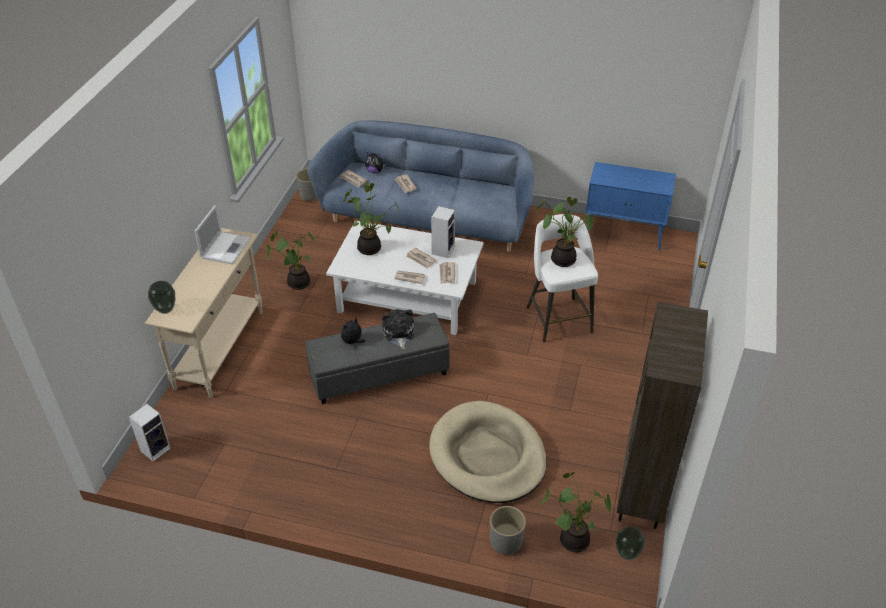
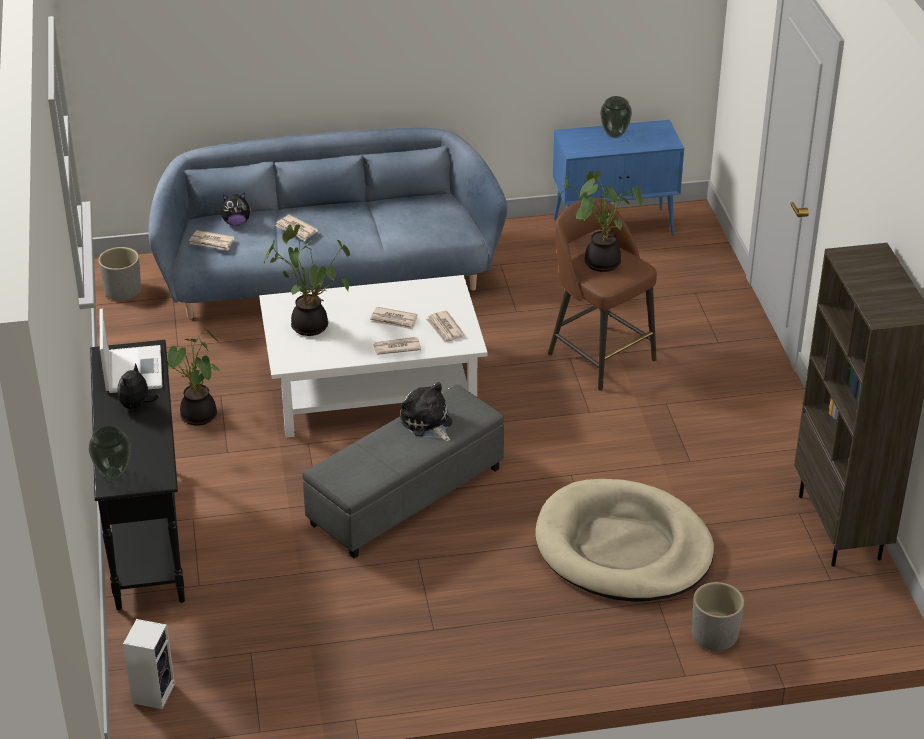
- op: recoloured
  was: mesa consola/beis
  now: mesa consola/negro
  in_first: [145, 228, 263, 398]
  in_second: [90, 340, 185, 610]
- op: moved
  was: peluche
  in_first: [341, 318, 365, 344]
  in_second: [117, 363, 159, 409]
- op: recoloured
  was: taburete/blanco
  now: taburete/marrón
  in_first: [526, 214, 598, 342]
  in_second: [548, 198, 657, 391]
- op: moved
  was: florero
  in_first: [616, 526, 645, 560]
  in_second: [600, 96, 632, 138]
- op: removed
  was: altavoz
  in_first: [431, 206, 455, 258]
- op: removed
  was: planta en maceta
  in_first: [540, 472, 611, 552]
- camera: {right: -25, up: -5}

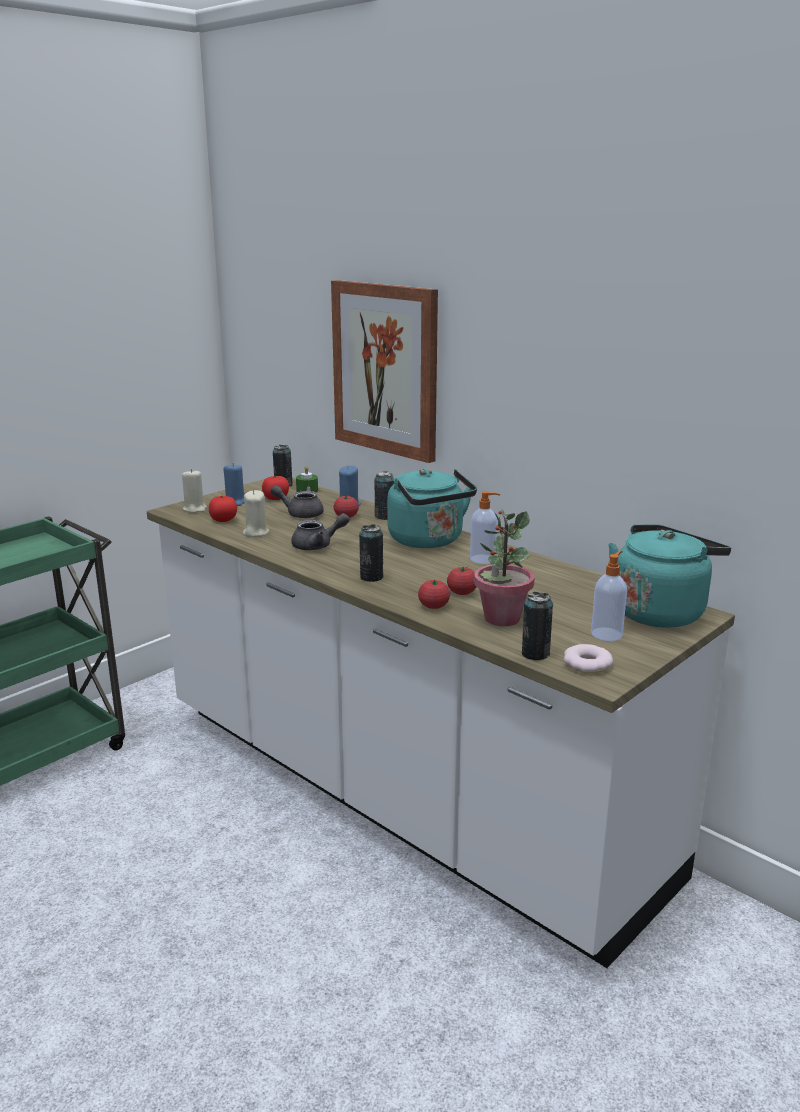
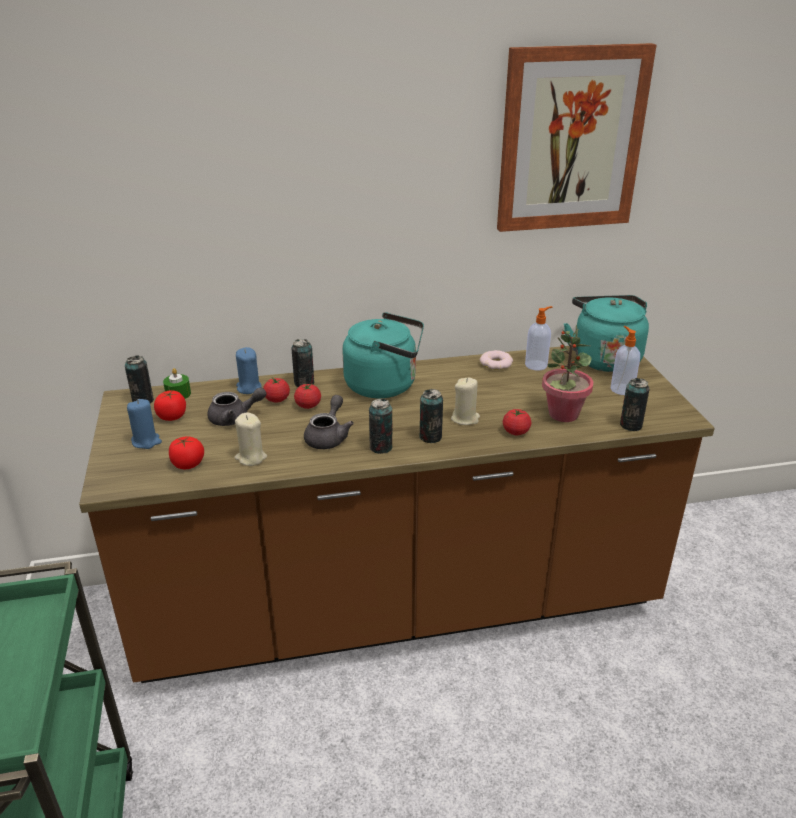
- op: recoloured
  was: mueble bajo de cocina/blanco
  now: mueble bajo de cocina/marrón
  in_first: [147, 478, 735, 968]
  in_second: [79, 346, 715, 683]
- op: turned
  was: tetera/gris
  in_first: [270, 485, 324, 518]
  in_second: [207, 387, 267, 426]
  clockwise: -150
- op: moved
  was: tomate
  in_first: [447, 567, 476, 595]
  in_second: [294, 383, 321, 409]
- op: added
  now: lata
  in_second: [369, 399, 392, 454]
- op: moved
  was: vela/beis
  in_first: [182, 469, 207, 513]
  in_second: [451, 378, 480, 425]
- op: moved
  was: rosquilla
  in_first: [564, 644, 613, 673]
  in_second: [480, 350, 513, 370]
- op: moved
  was: cuadro
  in_first: [331, 280, 438, 463]
  in_second: [497, 43, 656, 232]
- op: moved
  was: dispensador de jabón
  in_first: [470, 491, 500, 564]
  in_second: [525, 306, 552, 370]
- camera: {right: -55, up: 10}

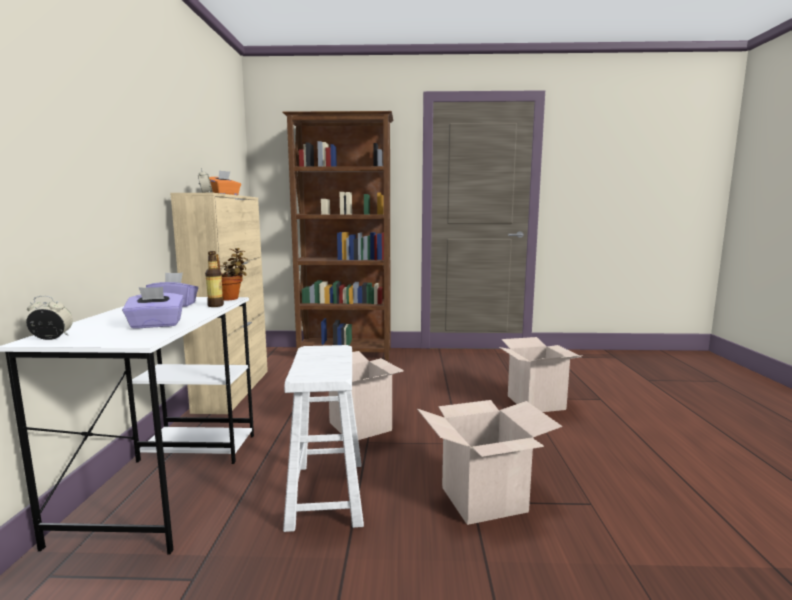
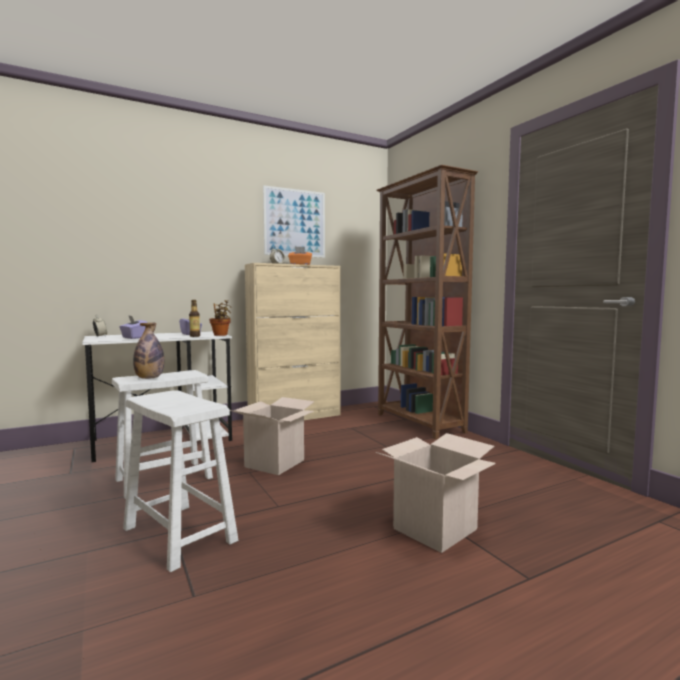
- op: replaced
  was: caja de cartón
  now: taburete/blanco
  in_first: [417, 400, 562, 525]
  in_second: [123, 390, 238, 572]
- op: added
  now: botella
  in_second: [133, 323, 164, 379]
- op: added
  now: cuadro
  in_second: [263, 185, 325, 258]
- camera: {right: 60, up: -5}

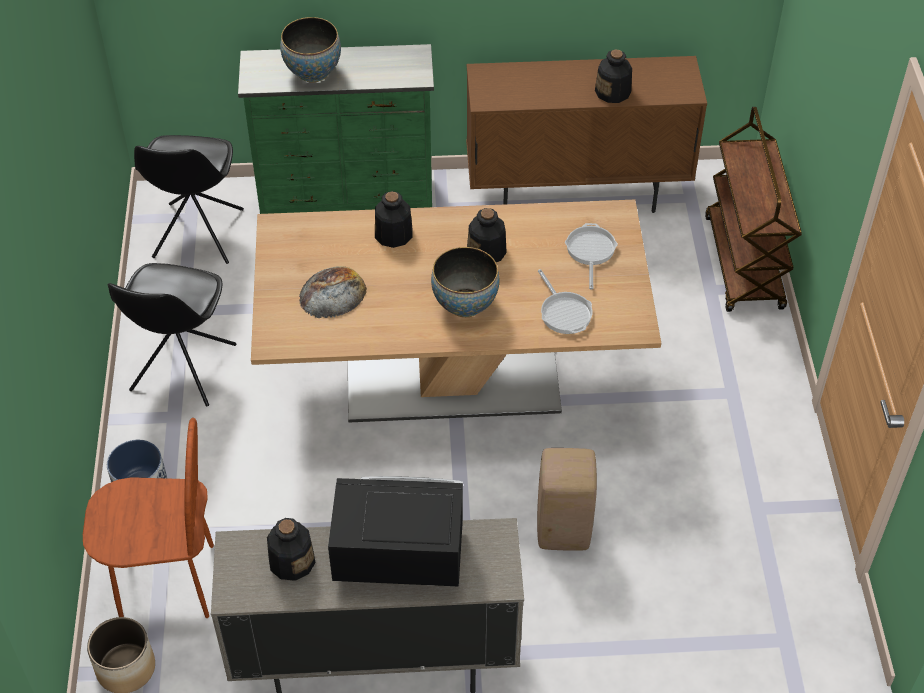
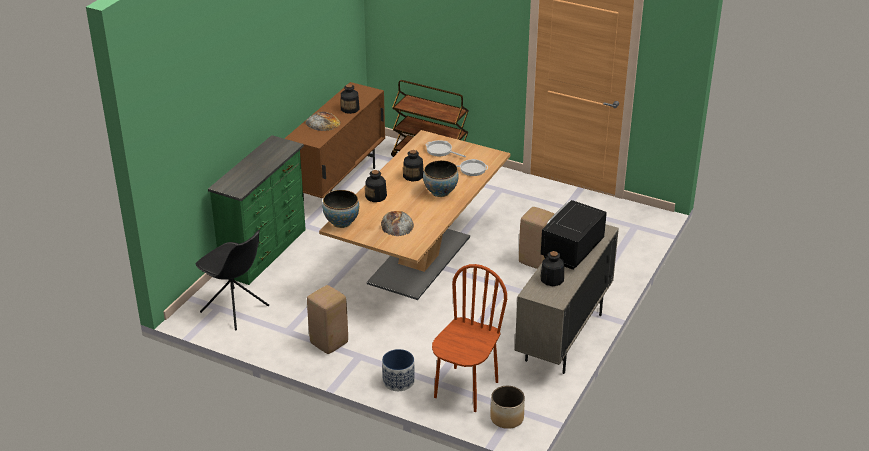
- op: added
  now: pan
  in_second: [306, 112, 341, 131]
- op: replaced
  was: silla/negro
  now: taburete/beis
  in_first: [107, 263, 236, 407]
  in_second: [307, 285, 348, 354]
- op: moved
  was: cuenco
  in_first: [280, 17, 341, 82]
  in_second: [322, 190, 359, 228]
- camera: {right: -60, up: -15}

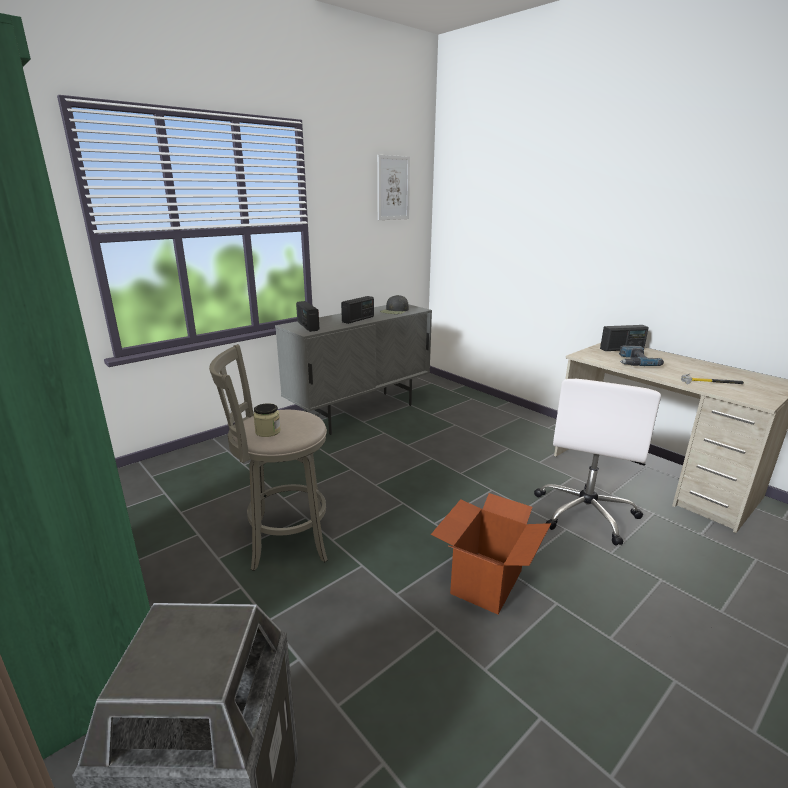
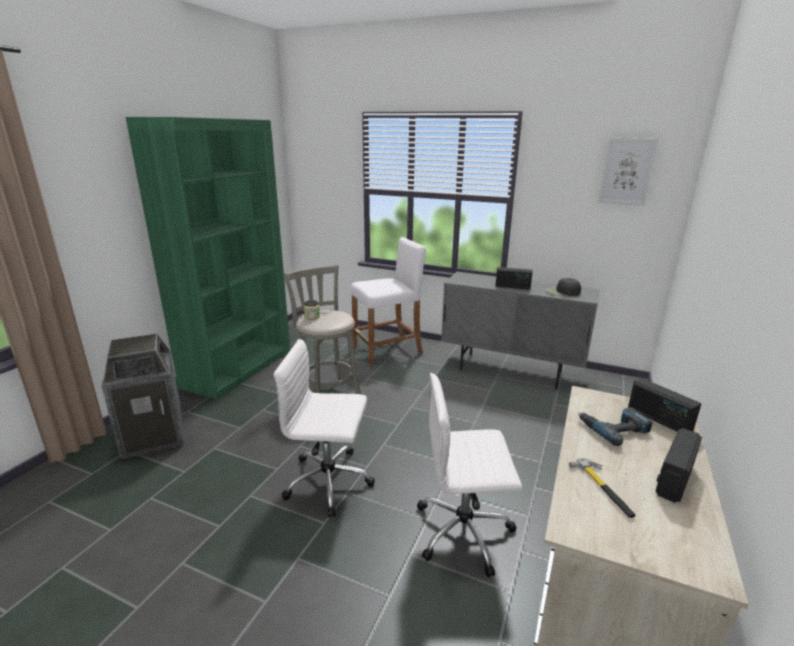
- op: replaced
  was: caja de cartón
  now: silla de oficina/blanco
  in_first: [431, 493, 551, 614]
  in_second: [274, 339, 375, 518]
- op: added
  now: taburete/blanco
  in_second: [351, 237, 426, 366]
- op: moved
  was: radio
  in_first: [296, 301, 319, 332]
  in_second: [656, 428, 702, 503]
- camera: {right: 65, up: 0}

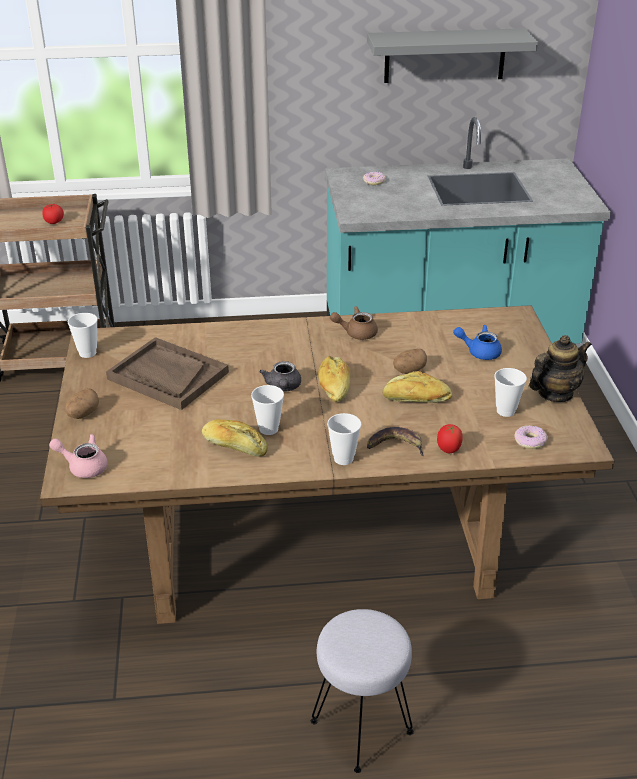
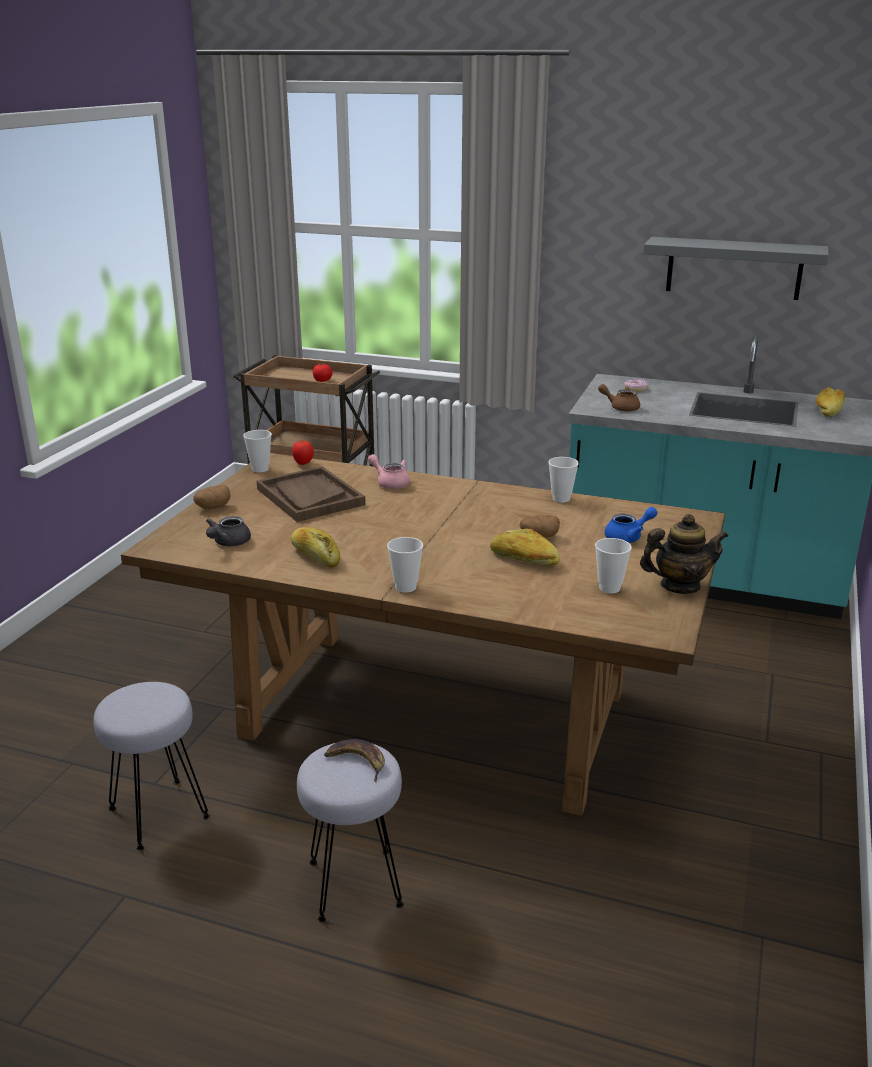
- op: added
  now: taburete/gris
  in_second: [93, 682, 210, 850]
- op: moved
  was: tetera/gris
  in_first: [259, 361, 301, 392]
  in_second: [206, 516, 251, 546]
- op: moved
  was: tomate
  in_first: [437, 424, 463, 453]
  in_second: [292, 440, 314, 465]
- op: moved
  was: plátano
  in_first: [367, 427, 424, 456]
  in_second: [324, 739, 385, 782]
- op: moved
  was: tetera/rosa
  in_first: [49, 434, 108, 478]
  in_second: [368, 454, 410, 489]
- op: moved
  was: taza
  in_first: [251, 385, 284, 435]
  in_second: [548, 457, 579, 503]
- op: moved
  was: tetera/marrón
  in_first: [330, 306, 378, 340]
  in_second: [598, 384, 640, 412]
- op: turned
  was: tetera/azul
  in_first: [453, 325, 502, 360]
  in_second: [605, 507, 657, 543]
  clockwise: 120
- op: moved
  was: pan
  in_first: [318, 356, 350, 402]
  in_second: [816, 387, 845, 417]
- op: removed
  was: rosquilla
  in_first: [514, 425, 548, 449]
- camera: {right: 25, up: -10}

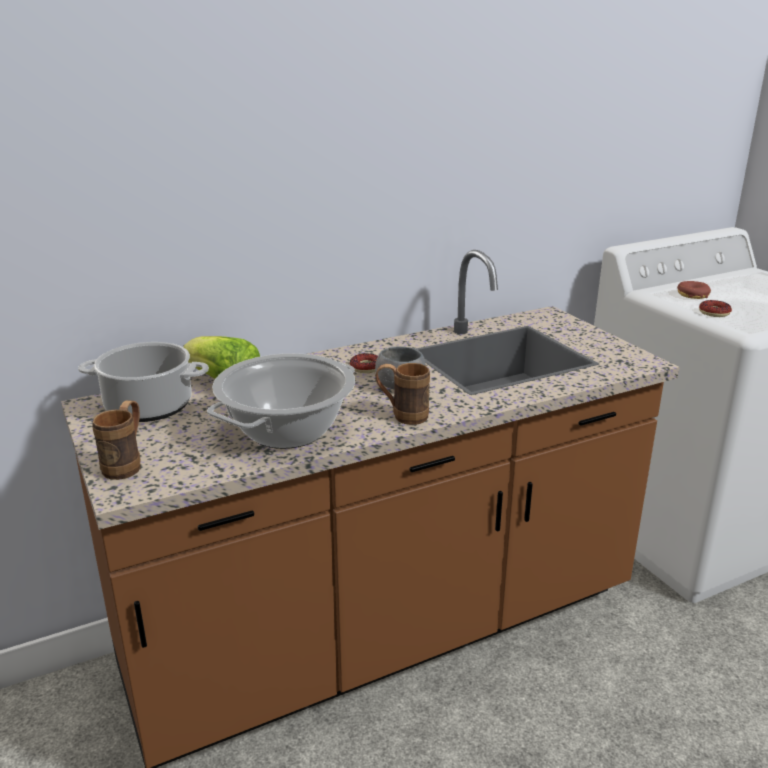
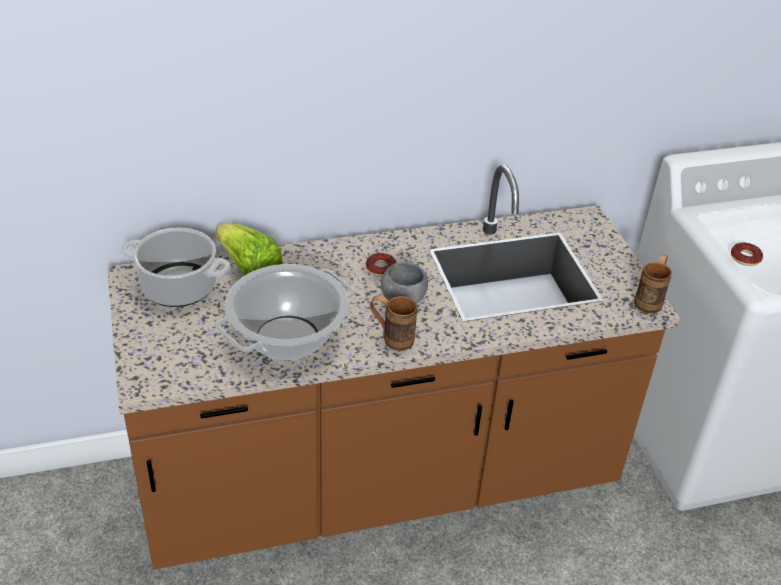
- op: moved
  was: taza grande/marrón
  in_first: [92, 400, 141, 480]
  in_second: [634, 254, 672, 313]
- op: removed
  was: rosquilla
  in_first: [677, 281, 711, 299]
- camera: {right: 10, up: 15}

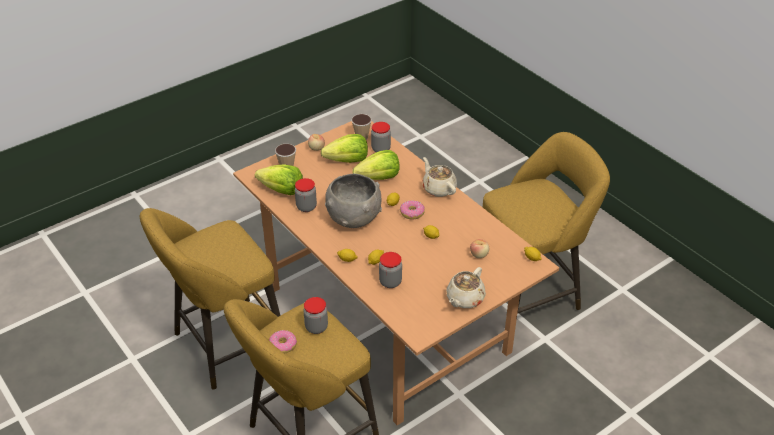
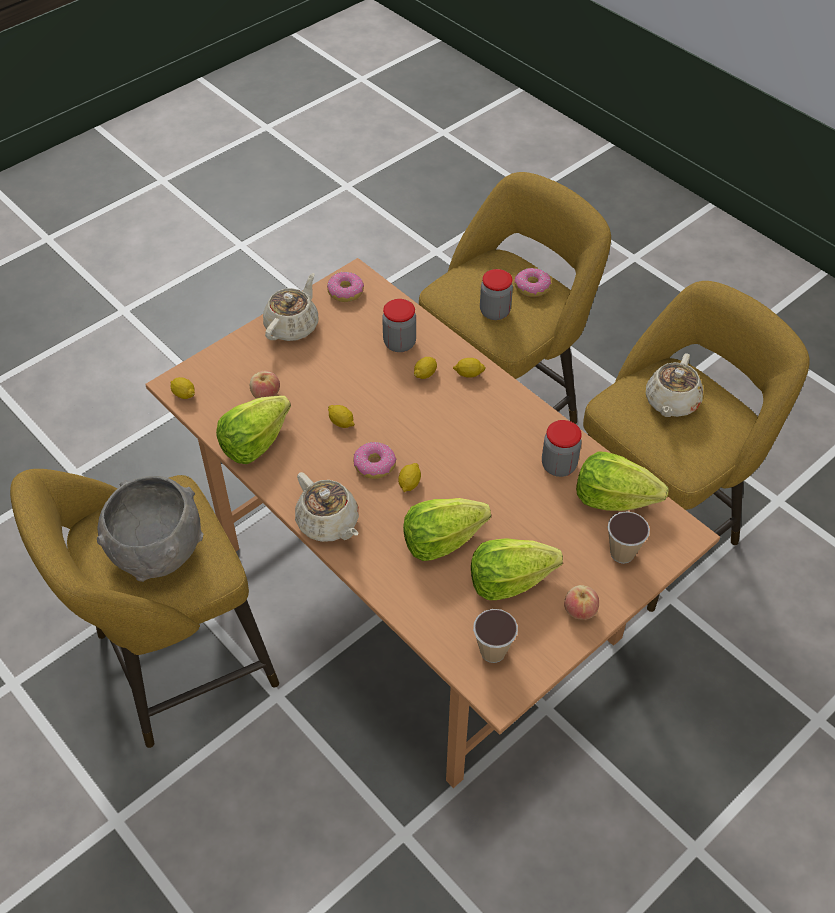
- op: moved
  was: cuenco/gris
  in_first: [325, 174, 382, 228]
  in_second: [97, 476, 203, 582]
- op: added
  now: lechuga
  in_second: [216, 396, 291, 464]
- op: added
  now: rosquilla
  in_second: [327, 272, 364, 302]
- op: added
  now: tetera/beis
  in_second: [646, 354, 703, 417]
- op: removed
  was: tarro
  in_first: [371, 122, 391, 152]
- camera: {right: 175, up: 10}

